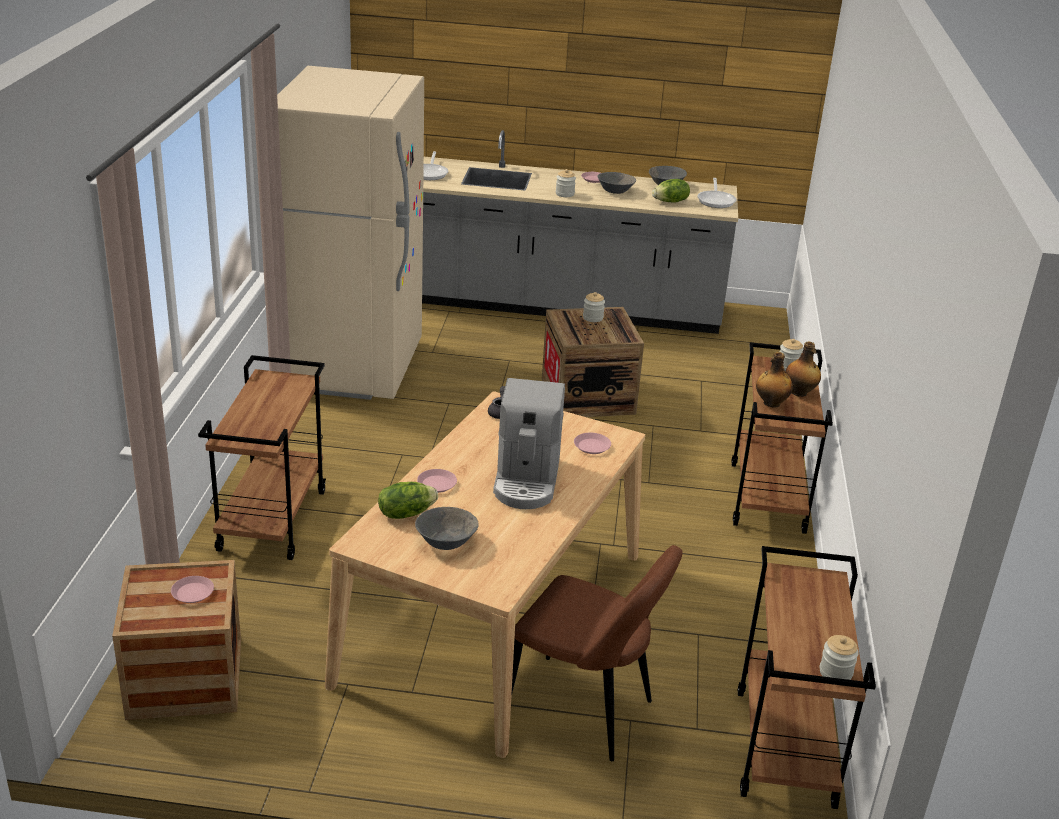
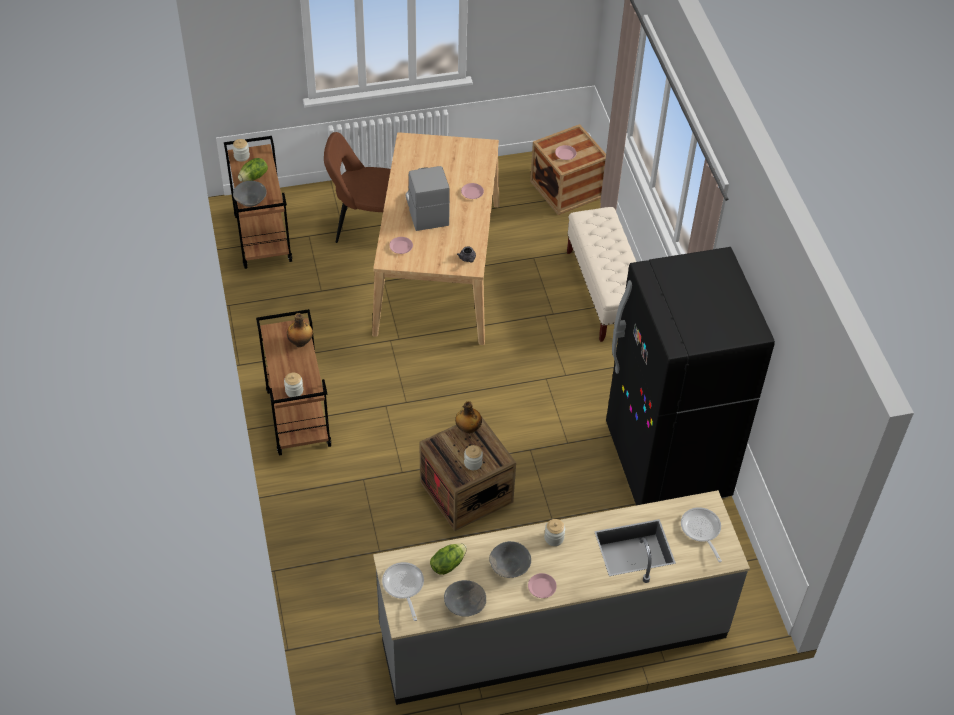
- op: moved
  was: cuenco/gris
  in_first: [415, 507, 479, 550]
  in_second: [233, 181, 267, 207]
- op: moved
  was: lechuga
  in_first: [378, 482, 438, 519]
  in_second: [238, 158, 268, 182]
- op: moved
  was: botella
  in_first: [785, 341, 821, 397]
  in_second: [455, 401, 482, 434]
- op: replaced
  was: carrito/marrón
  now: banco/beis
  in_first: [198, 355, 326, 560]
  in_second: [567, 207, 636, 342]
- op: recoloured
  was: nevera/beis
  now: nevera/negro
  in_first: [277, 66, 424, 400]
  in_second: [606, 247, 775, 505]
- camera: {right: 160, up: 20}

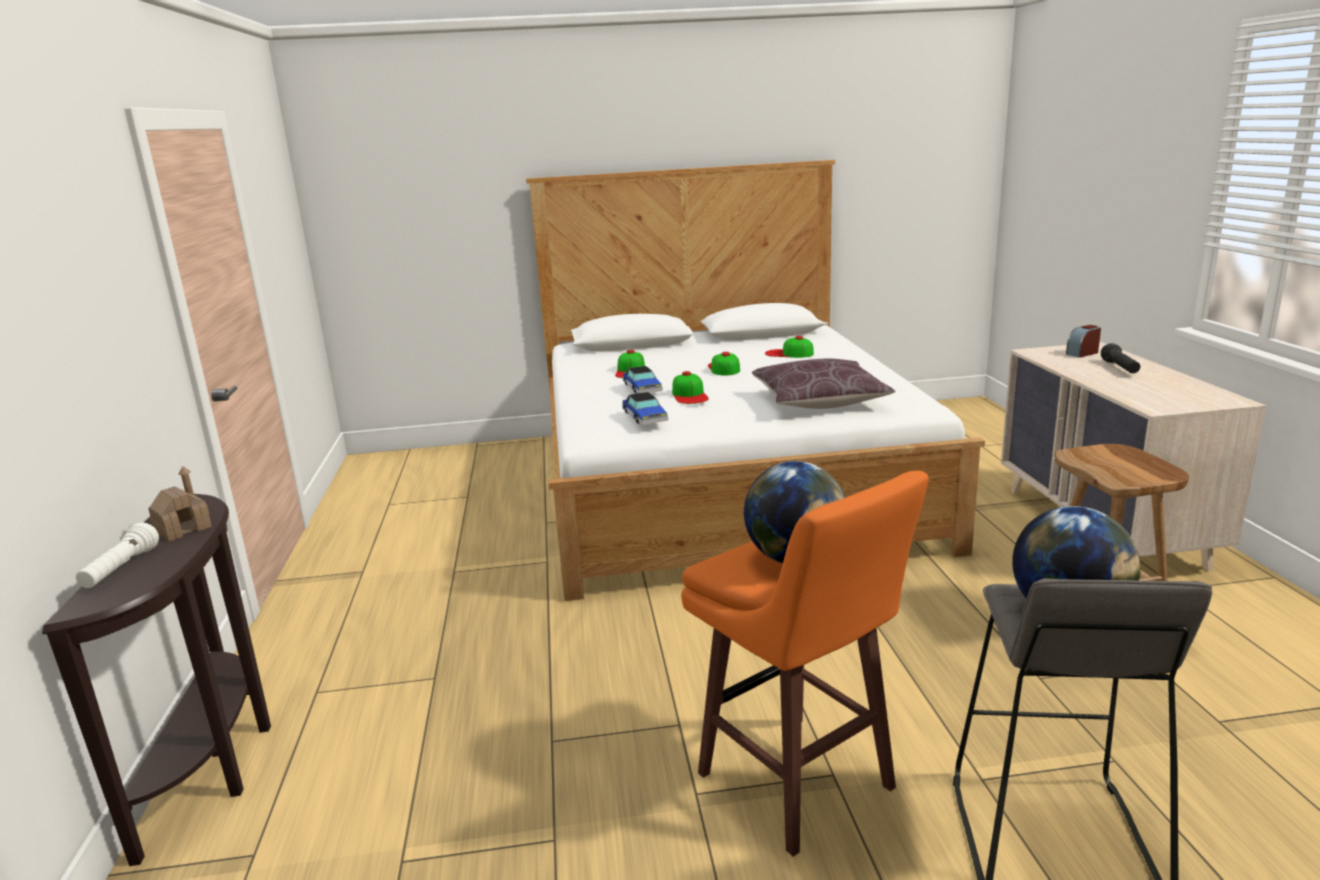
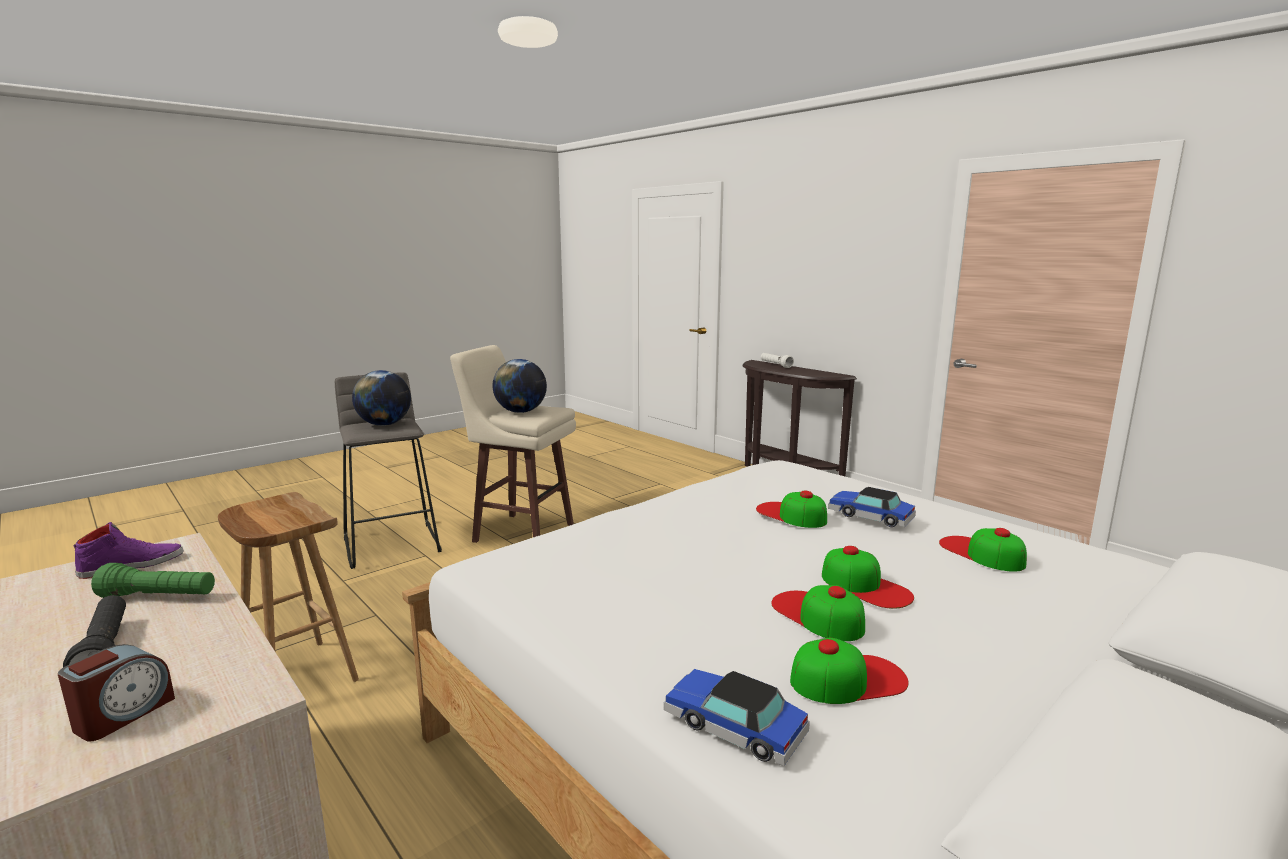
- op: added
  now: zapato/morado
  in_second: [74, 522, 184, 579]
- op: added
  now: linterna/verde
  in_second: [91, 563, 215, 598]
- op: recoloured
  was: taburete/naranja
  now: taburete/beis
  in_first: [681, 471, 929, 857]
  in_second: [450, 345, 576, 543]
- op: moved
  was: coche de juguete
  in_first: [622, 392, 668, 425]
  in_second: [664, 669, 810, 766]
- op: added
  now: gorra
  in_second: [771, 585, 865, 641]
- op: removed
  was: casita
  in_first: [148, 466, 212, 542]
- op: removed
  was: cojín/marrón
  in_first: [752, 358, 895, 409]
- camera: {right: 145, up: -5}

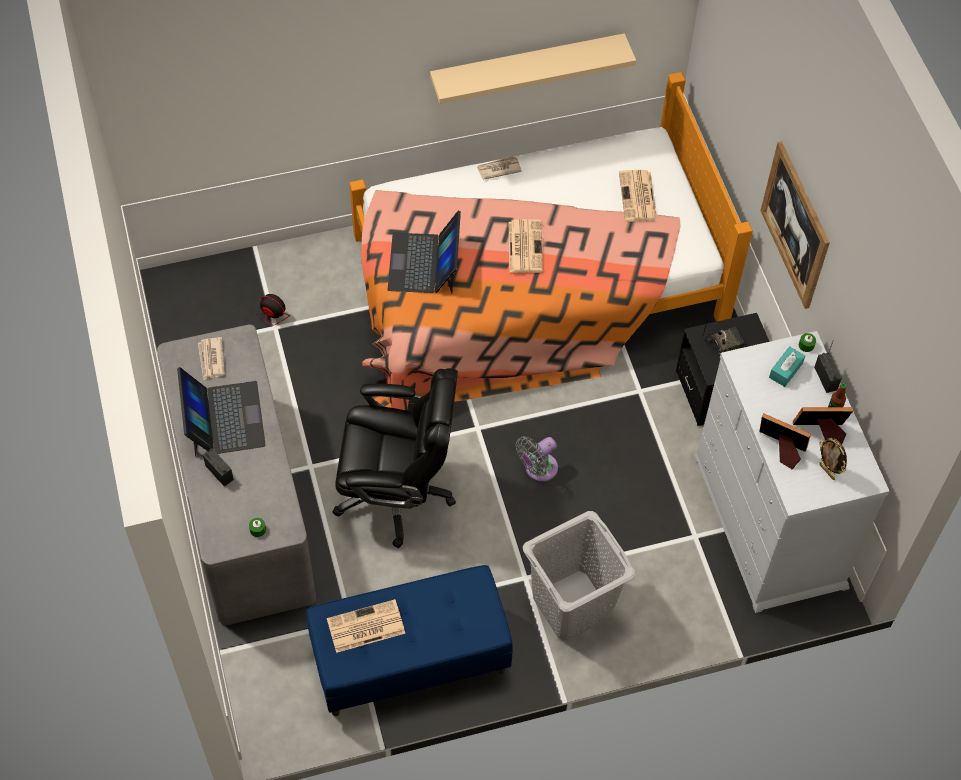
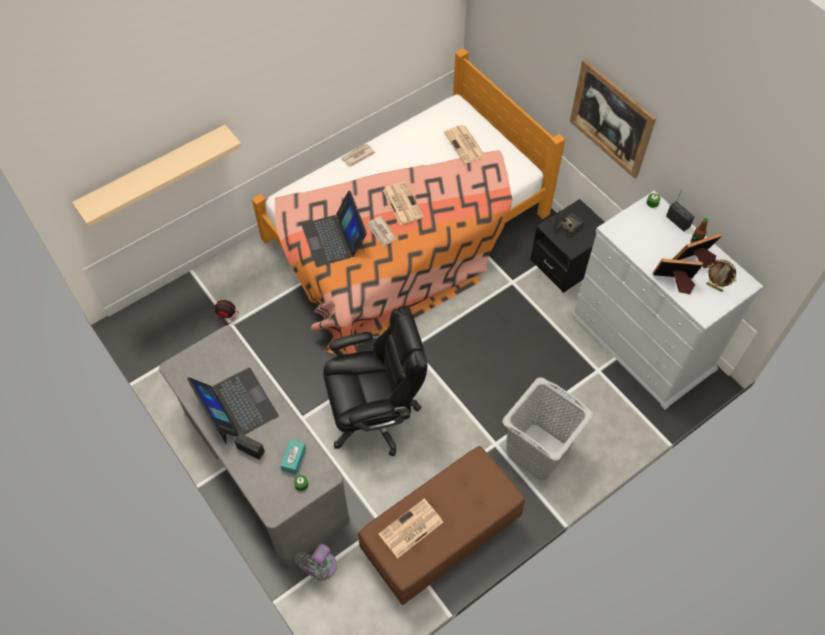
- op: moved
  was: estante/beis
  in_first: [430, 33, 636, 104]
  in_second: [72, 125, 242, 227]
- op: moved
  was: caja de pañuelos/turquesa
  in_first: [769, 346, 805, 387]
  in_second: [280, 439, 306, 475]
- op: moved
  was: ventilador/gris
  in_first: [516, 436, 558, 482]
  in_second: [295, 544, 337, 581]
- op: recoloured
  was: banco/azul
  now: banco/marrón
  in_first: [306, 565, 513, 716]
  in_second: [358, 446, 525, 605]
- op: moved
  was: periódico
  in_first: [198, 337, 225, 380]
  in_second: [367, 216, 397, 247]
- camera: {right: -20, up: 0}

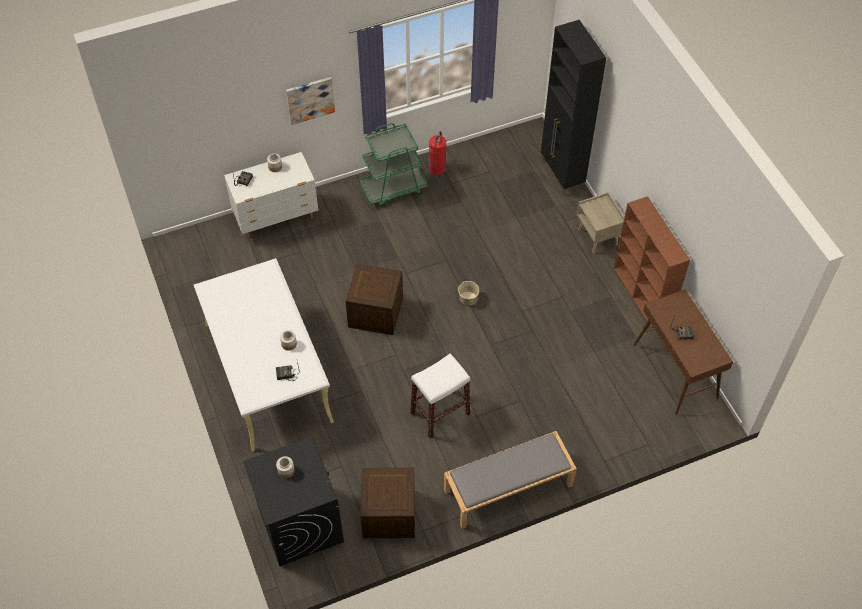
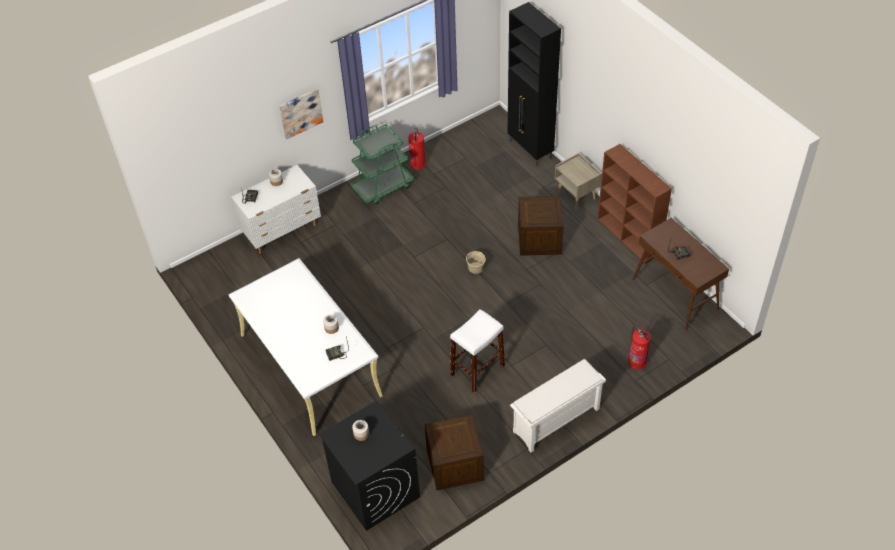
- op: replaced
  was: banco/gris
  now: zapatero/blanco
  in_first: [444, 431, 577, 529]
  in_second: [510, 359, 606, 452]
- op: moved
  was: caja de embalaje
  in_first: [345, 264, 403, 335]
  in_second: [518, 196, 564, 256]
- op: added
  now: extintor
  in_second: [628, 326, 651, 370]
- camera: {right: -10, up: -5}

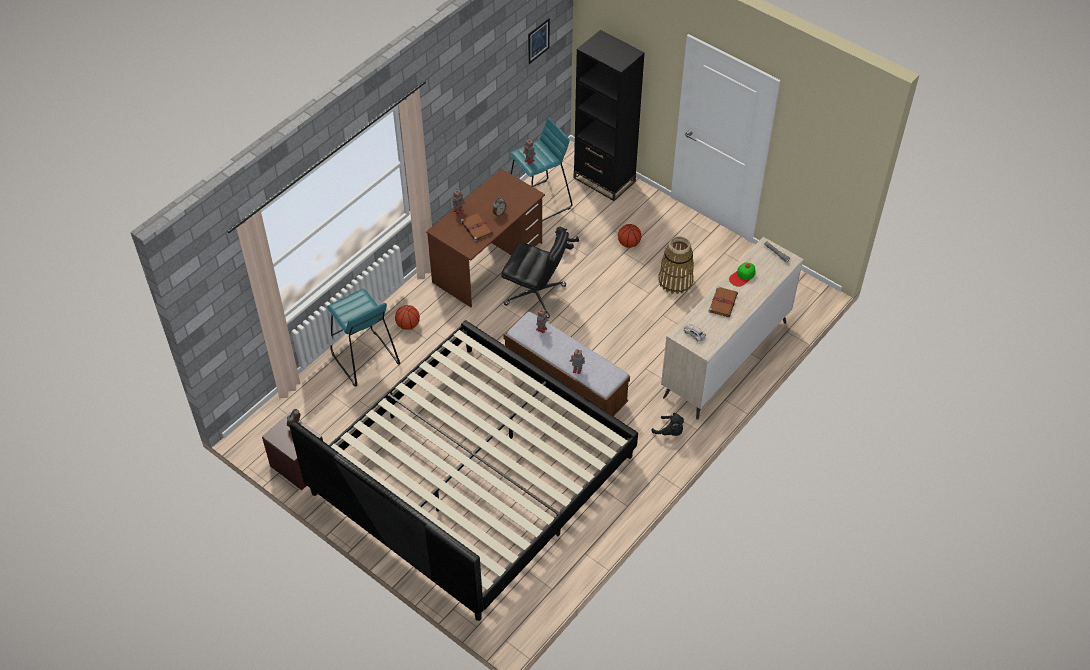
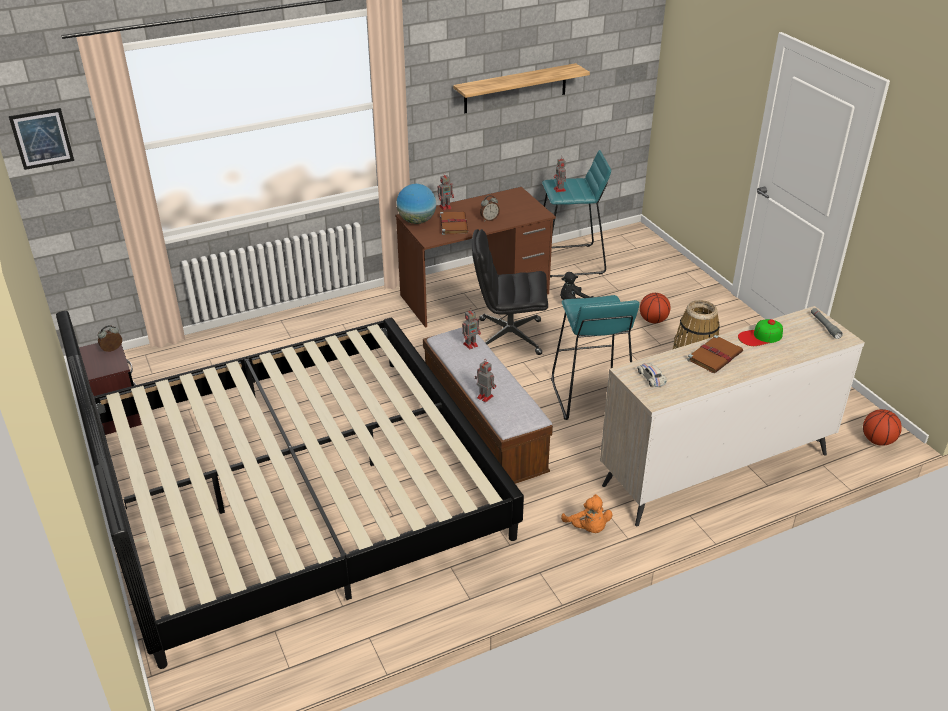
- op: moved
  was: cuadro
  in_first: [528, 18, 550, 64]
  in_second: [9, 108, 74, 170]
- op: added
  now: globo terráqueo
  in_second: [397, 184, 436, 224]
- op: added
  now: estante
  in_second: [453, 63, 590, 113]
- op: turned
  was: silla de oficina/negro
  in_first: [501, 231, 569, 318]
  in_second: [472, 229, 548, 355]
  clockwise: 135
- op: moved
  was: taburete/turquesa
  in_first: [327, 289, 400, 386]
  in_second: [551, 295, 639, 420]
- op: recoloured
  was: peluche/negro
  now: peluche/naranja
  in_first: [652, 413, 684, 436]
  in_second: [561, 494, 612, 533]
- op: moved
  was: balón de baloncesto
  in_first: [395, 305, 420, 330]
  in_second: [863, 409, 902, 446]
- op: removed
  was: estantería/negro
  in_first: [574, 30, 645, 201]
- camera: {right: 25, up: -15}

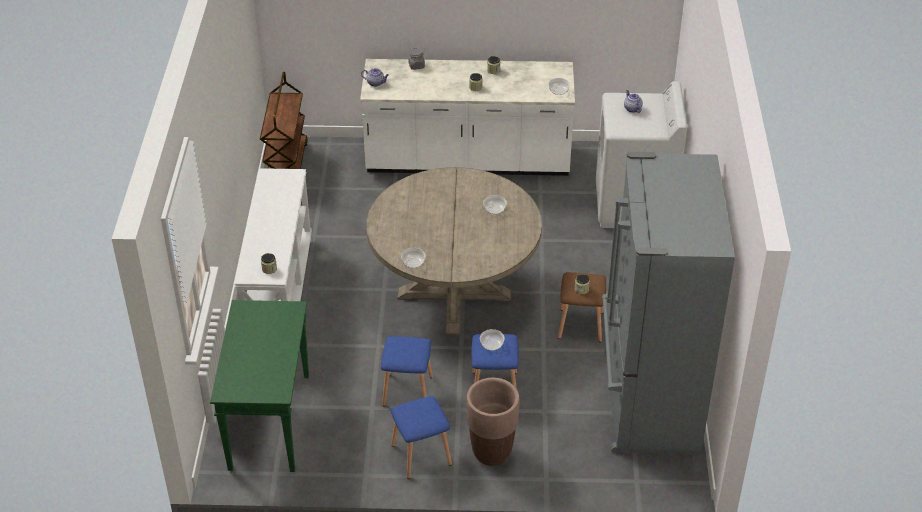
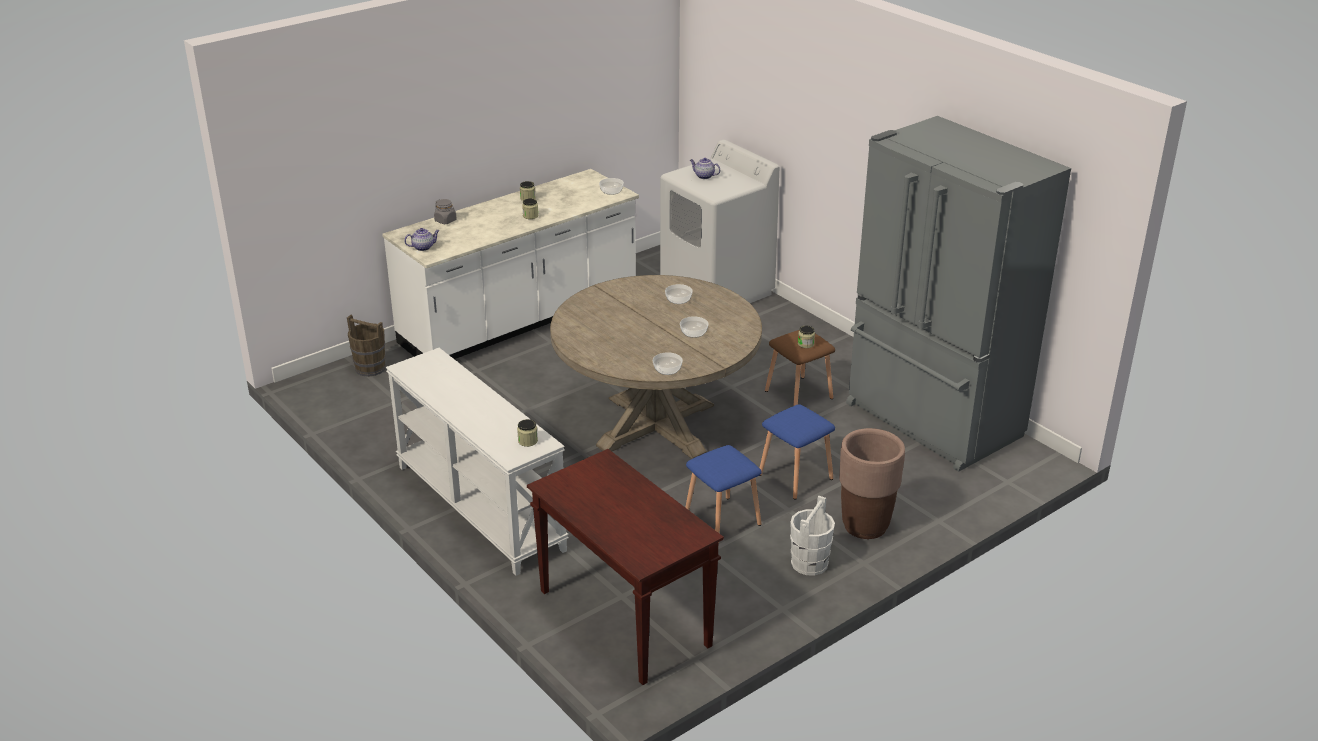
- op: added
  now: cubo/marrón
  in_second: [347, 315, 386, 377]
- op: recoloured
  was: mesa consola/verde
  now: mesa consola/marrón
  in_first: [210, 300, 309, 472]
  in_second: [527, 449, 724, 685]
- op: moved
  was: cuenco
  in_first: [480, 329, 505, 351]
  in_second: [680, 316, 709, 338]
- op: replaced
  was: taburete/azul
  now: cubo/blanco
  in_first: [391, 396, 452, 479]
  in_second: [790, 495, 835, 575]
- op: removed
  was: carrito/marrón
  in_first: [260, 72, 308, 169]
- camera: {right: -40, up: -10}

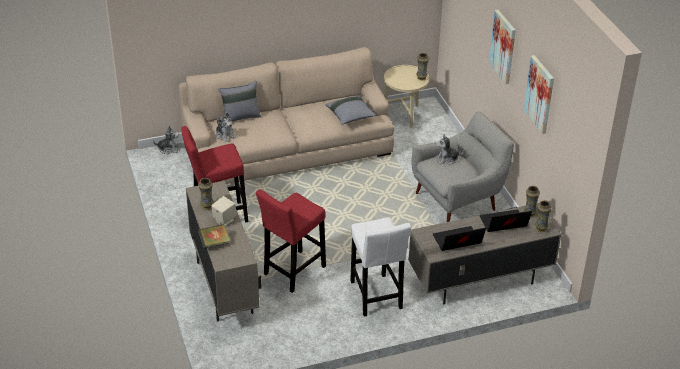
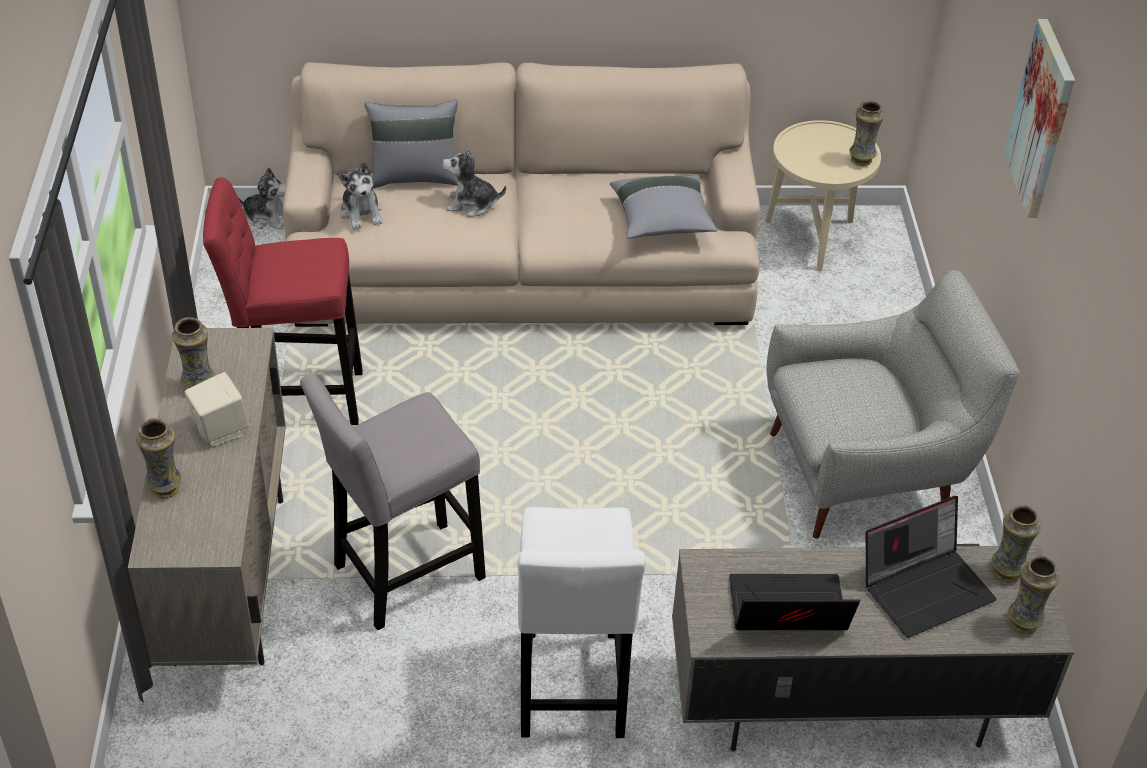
- op: replaced
  was: libro
  now: florero
  in_first: [198, 224, 230, 248]
  in_second: [136, 418, 181, 499]
- op: recoloured
  was: taburete/rojo
  now: taburete/gris
  in_first: [256, 189, 326, 293]
  in_second: [300, 374, 486, 630]
- op: moved
  was: peluche
  in_first: [436, 134, 463, 165]
  in_second: [442, 144, 506, 217]
- op: turned
  was: portátil
  in_first: [479, 210, 532, 232]
  in_second: [866, 496, 997, 638]
  clockwise: 150
- op: removed
  was: cuadro
  in_first: [524, 55, 554, 134]
- camera: {right: 15, up: 5}

